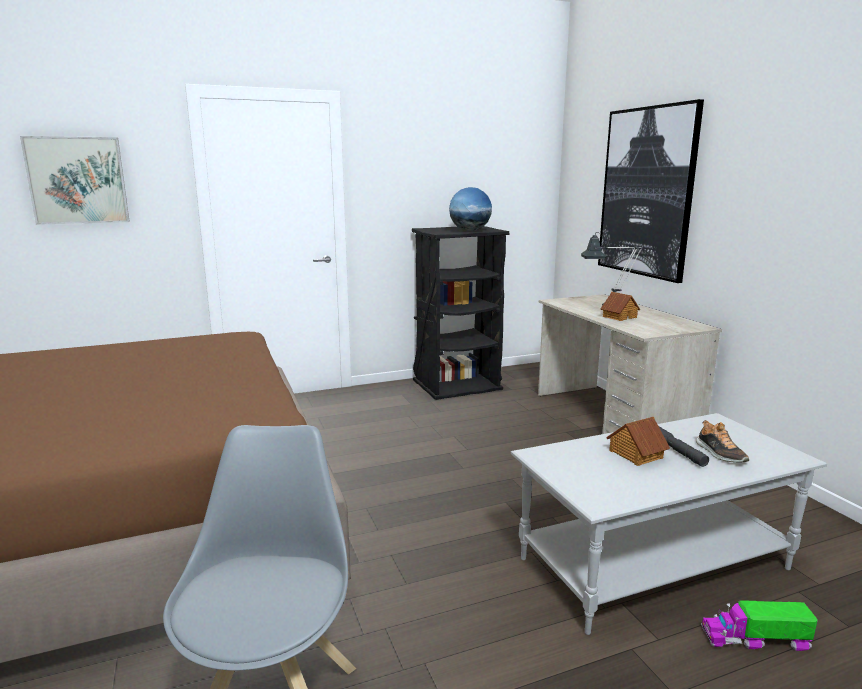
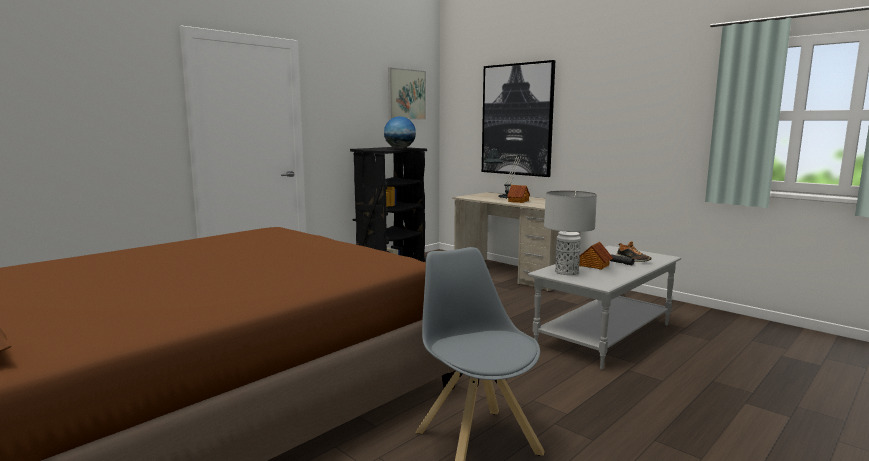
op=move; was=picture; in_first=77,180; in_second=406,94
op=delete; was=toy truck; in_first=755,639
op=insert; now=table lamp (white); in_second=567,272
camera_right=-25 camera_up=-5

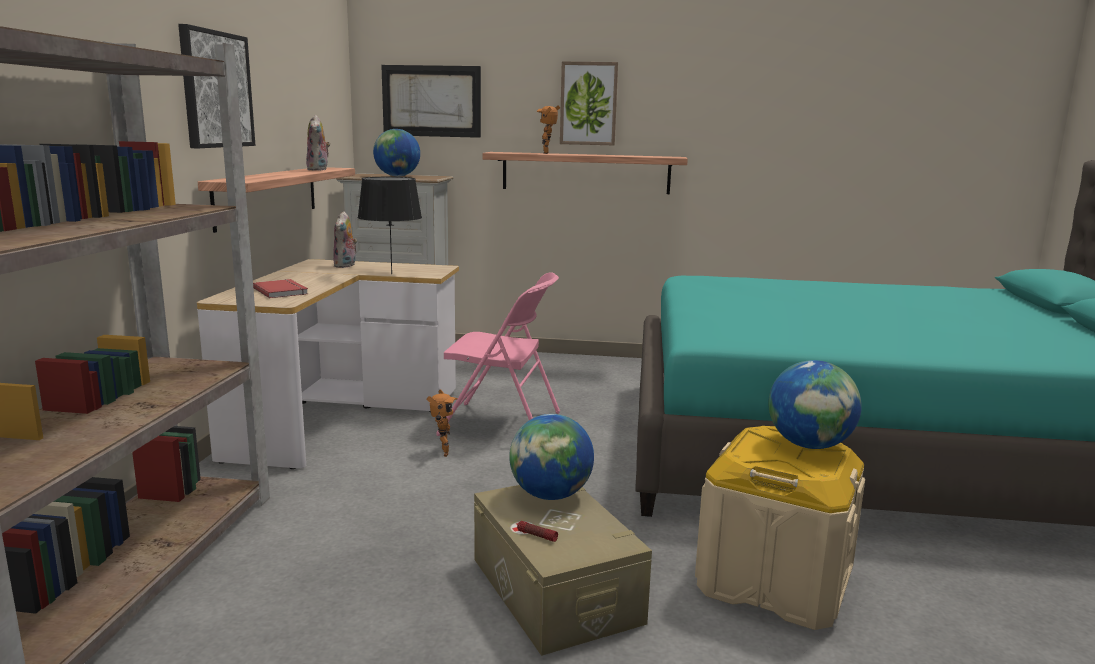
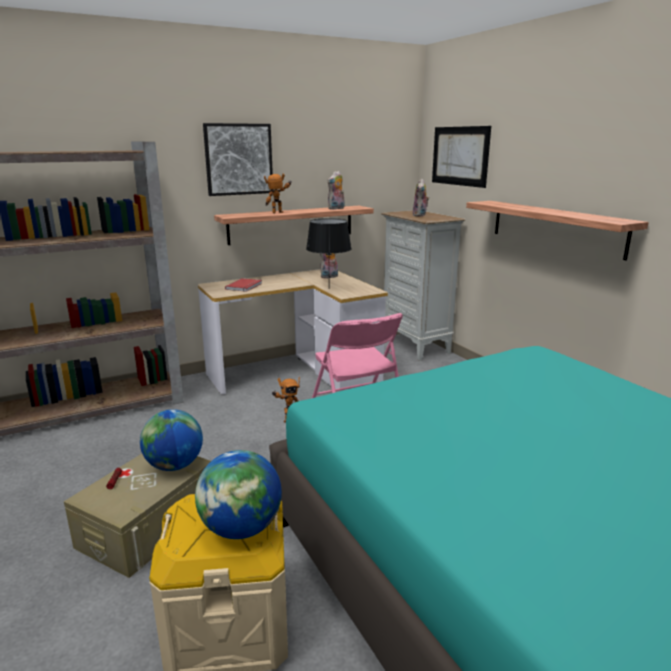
op=replace; was=globe; now=plush toy; in_first=397,176; in_second=420,215
op=move; was=toy robot; in_first=548,153; in_second=279,213
op=delete; was=picture; in_first=588,104
camera_right=55 camera_up=5

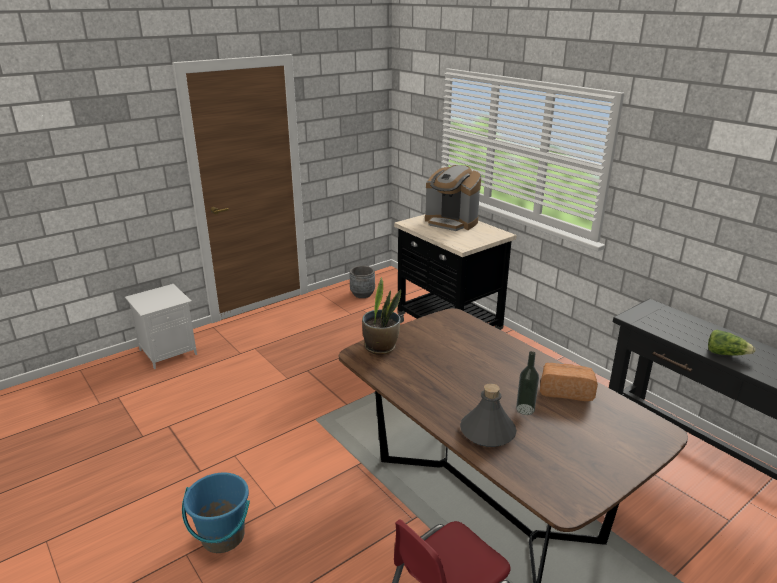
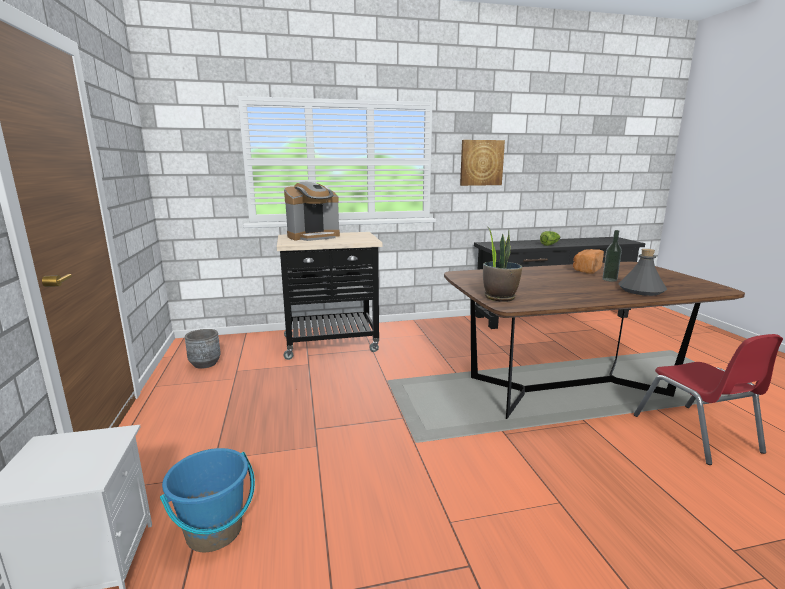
op=move; was=bucket (blue); in_first=223,537; in_second=215,532
op=insert; now=picture; in_second=481,163
camera_right=-65 camera_up=-10

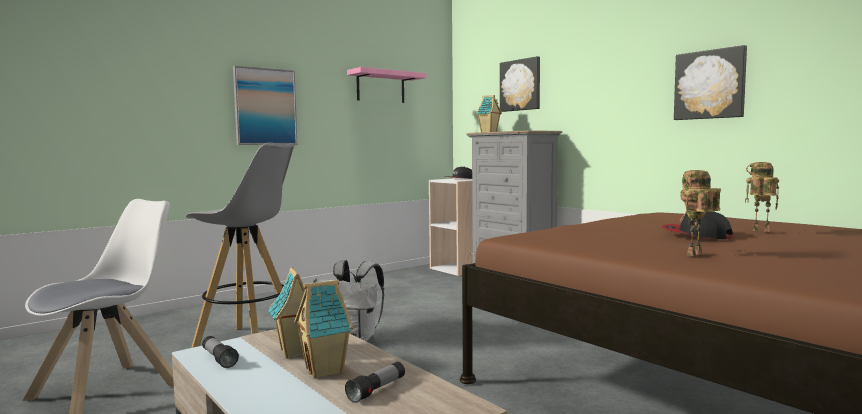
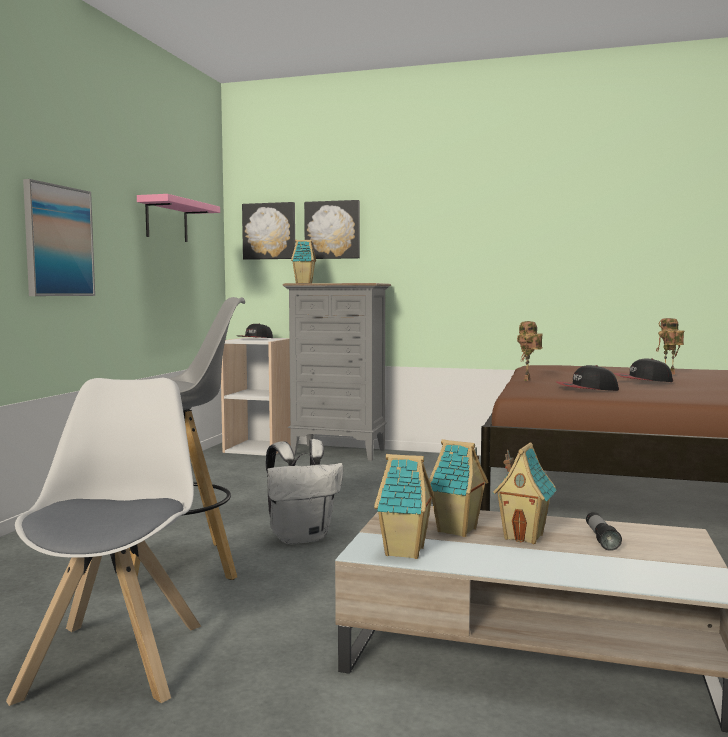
op=replace; was=flashlight; now=toy house; in_first=219,359; in_second=405,552
op=move; was=picture; in_first=710,84; in_second=269,231
op=move; was=toy robot; in_first=695,255; in_second=528,380
op=insert; now=cap; in_second=586,389
camera_right=-35 camera_up=0

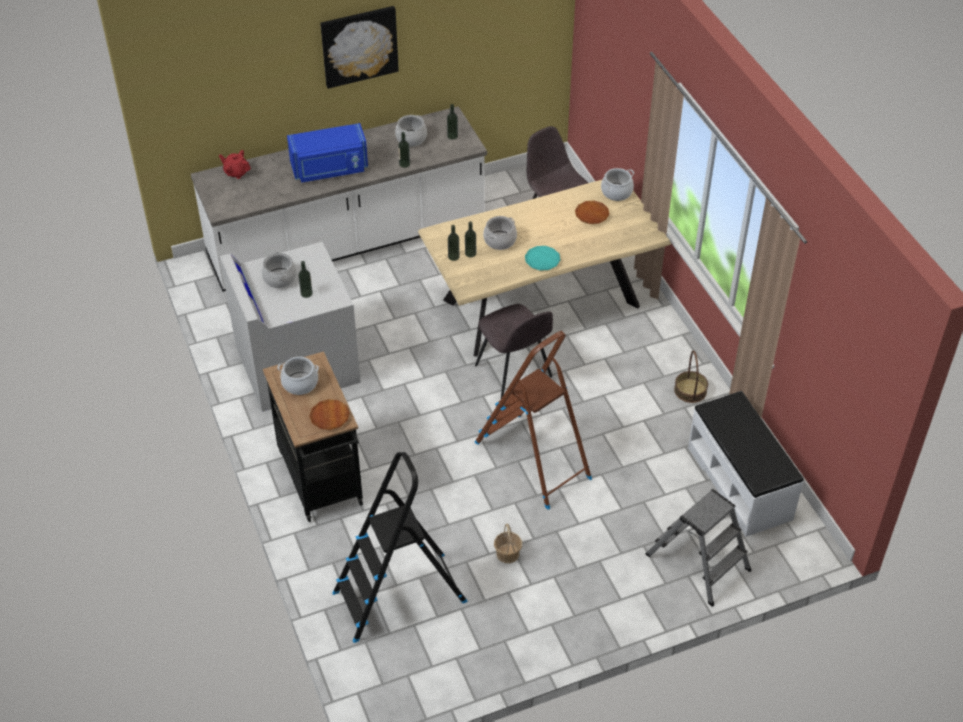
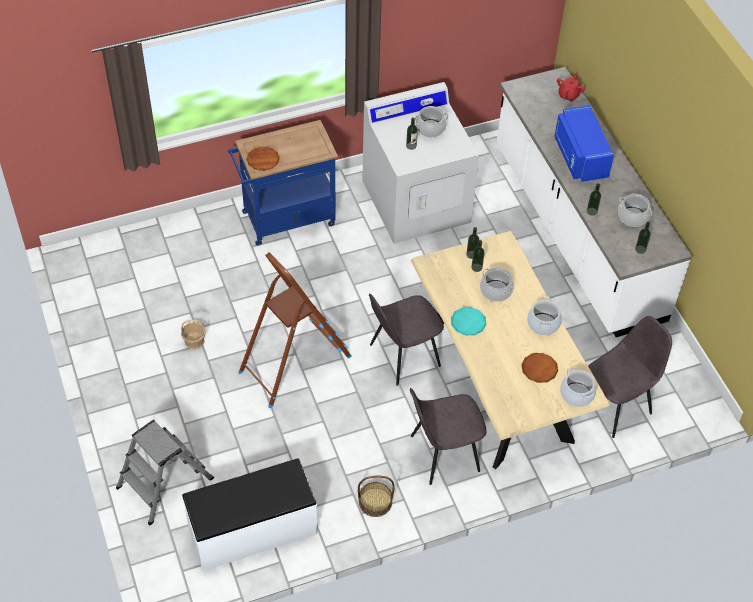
op=recolor; was=cart (black); now=cart (blue); in_first=321,480; in_second=285,219
op=move; was=cooking pot; in_first=300,383; in_second=543,324
op=delete; was=picture; in_first=359,46
op=delete; was=step ladder (black); in_first=398,597
op=insert; now=chair (grey); in_second=442,454
camera_right=90 camera_up=5

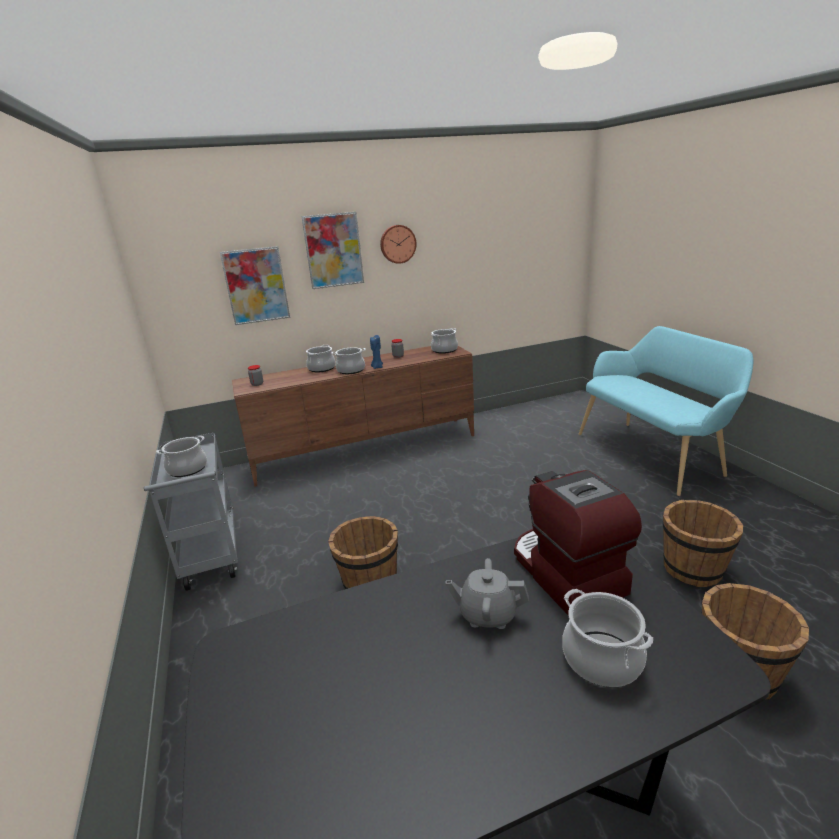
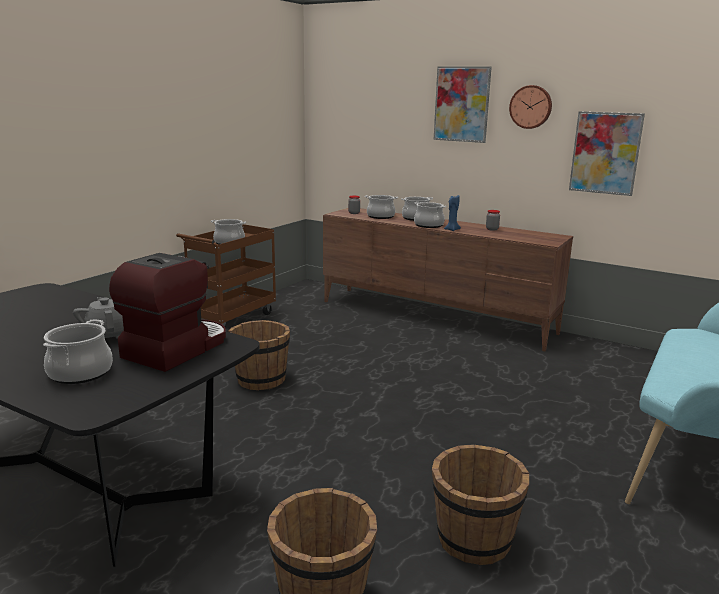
op=recolor; was=cart (grey); now=cart (brown); in_first=211,557; in_second=232,321
op=move; was=picture; in_first=256,285; in_second=605,153
op=move; was=cooking pot; in_first=444,350; in_second=380,216
camera_right=50 camera_up=-5

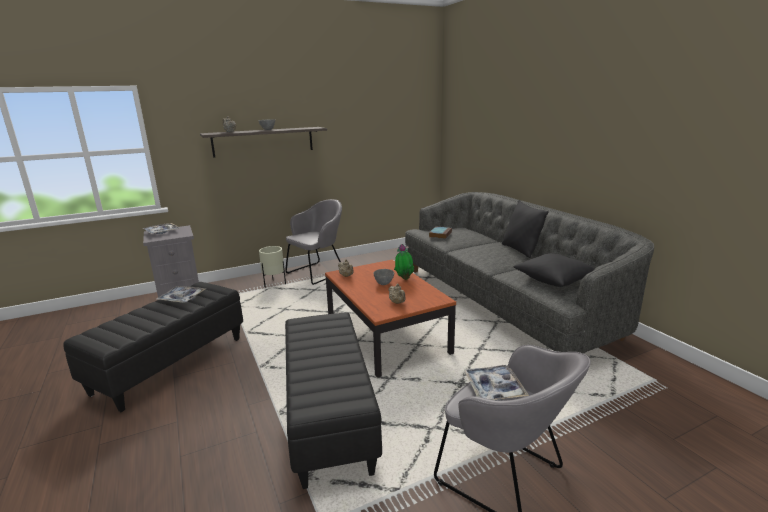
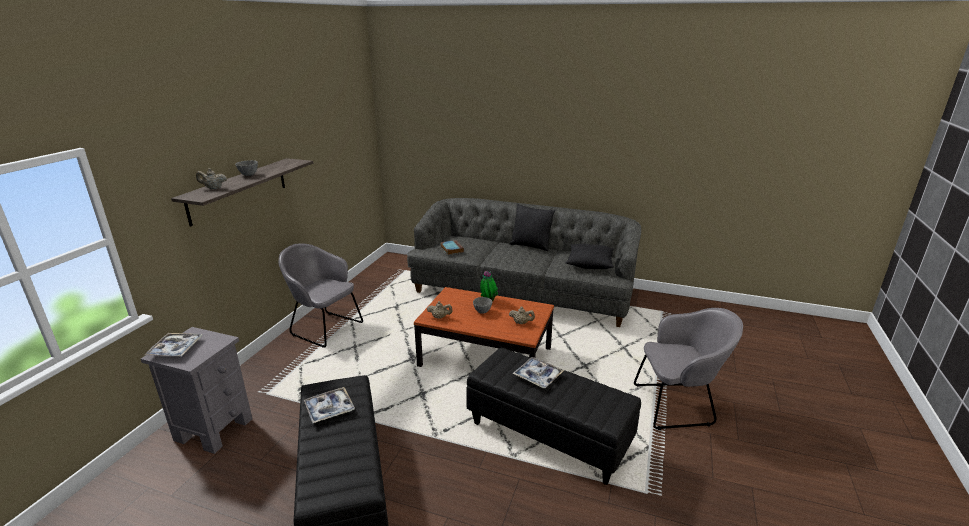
op=delete; was=planter (beige); in_first=274,284
op=rotate; was=armchair (grey); in_first=318,272; in_second=324,328; clockwise=-60
op=move; was=tray; in_first=494,388; in_second=538,376
camera_right=-45 camera_up=5

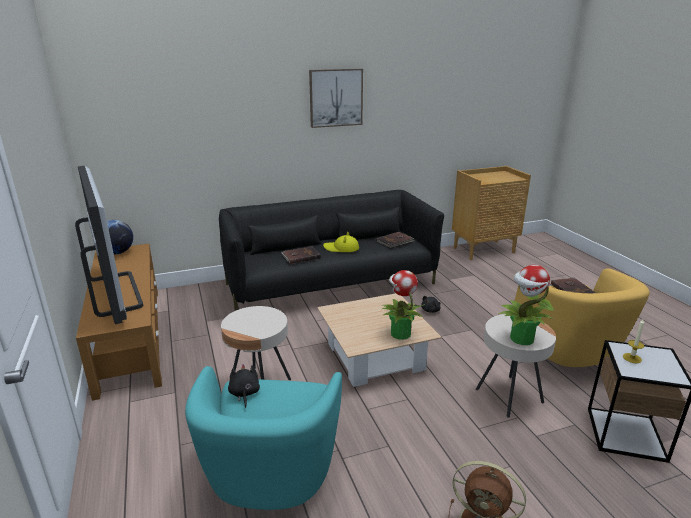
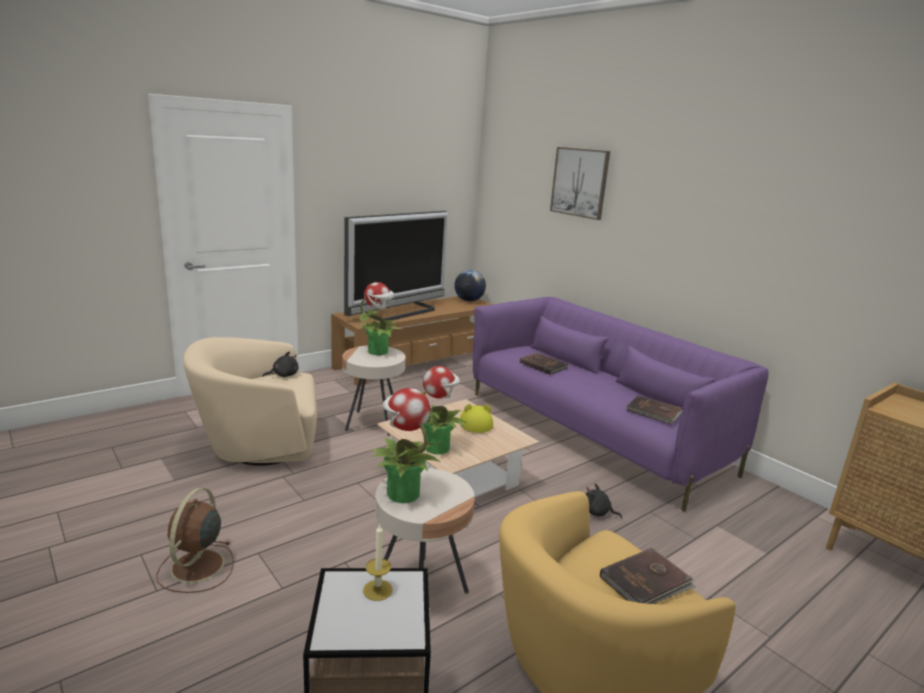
op=recolor; was=armchair (turquoise); now=armchair (beige); in_first=270,475; in_second=259,446
op=recolor; was=sofa (black); now=sofa (purple); in_first=330,285; in_second=592,432
op=move; was=picture; in_first=336,98; in_second=580,182
op=move; was=hat (yellow); in_first=341,248; in_second=475,422
op=insert; now=potted plant; in_second=378,351
camera_right=70 camera_up=-5

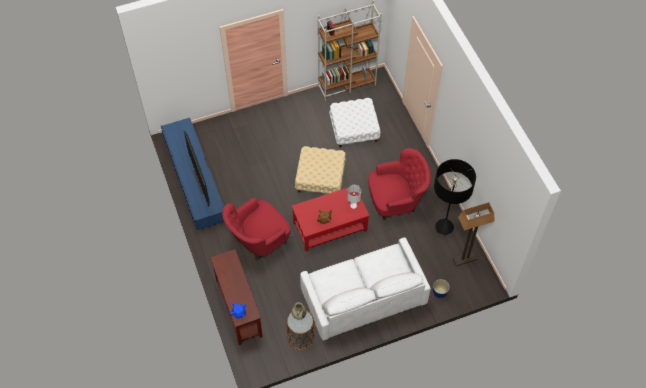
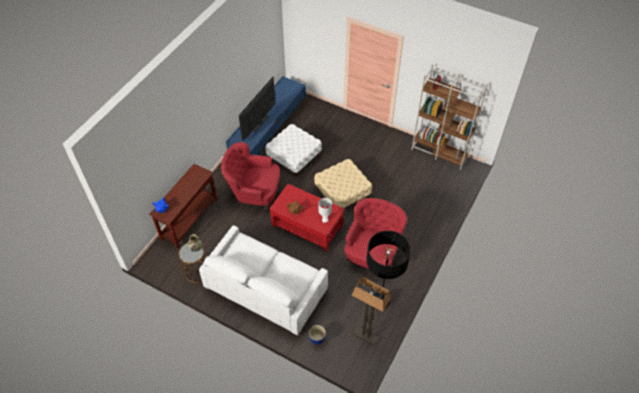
op=move; was=ottoman (white); in_first=354,129; in_second=294,156
op=rotate; was=armchair (red); in_first=396,200; in_second=372,252; clockwise=-105
camera_right=50 camera_up=-5

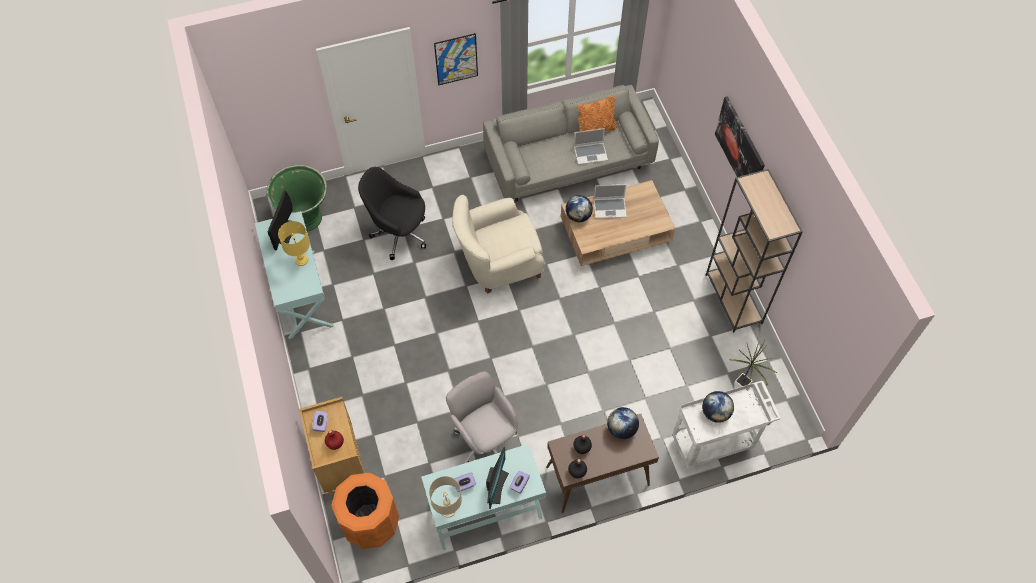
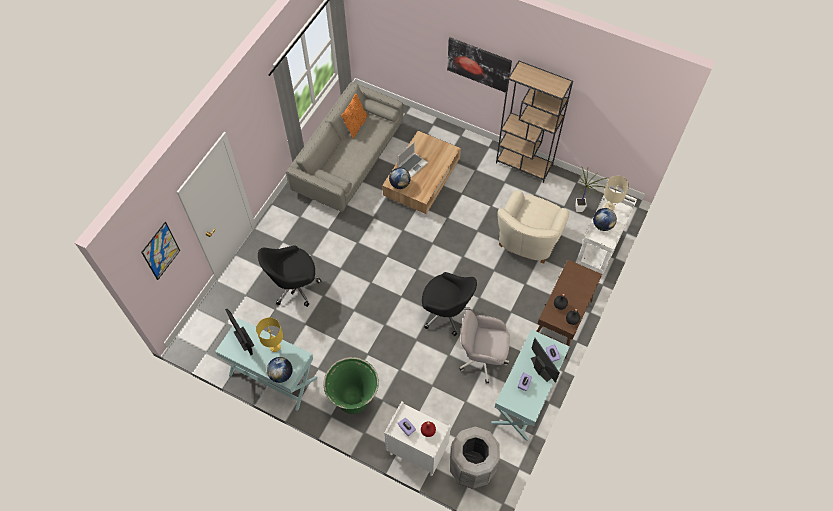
op=move; was=planter (green); in_first=306,218; in_second=354,399
op=recolor; was=cabinet (brown); now=cabinet (white); in_first=341,465; in_second=417,451
op=recolor; was=trash can (orange); now=trash can (grey); in_first=370,523; in_second=472,467
op=move; was=table lamp (beige); in_first=448,510; in_second=609,207
op=move; was=picture; in_first=456,59; in_second=161,251
op=move; was=armchair (beige); in_first=498,263; in_second=528,241
op=delete; was=laptop; in_first=590,153
op=move; was=globe; in_first=621,429; in_second=281,374
op=insert; now=office chair (black); in_second=446,313
camera_right=-45 camera_up=0

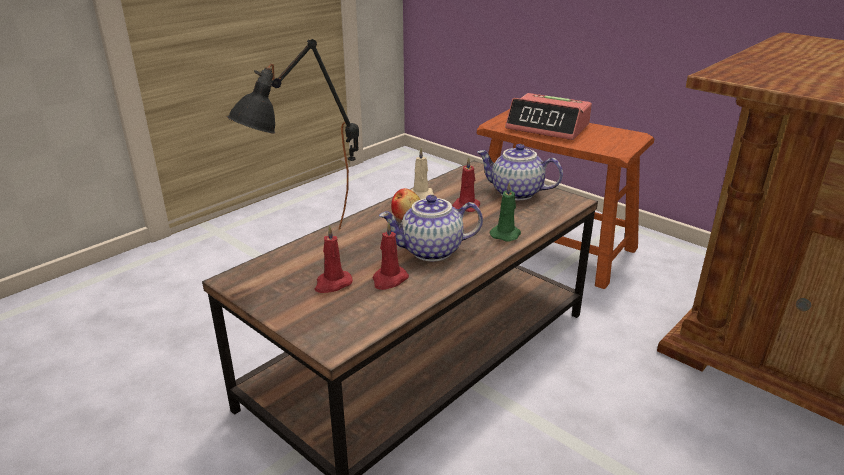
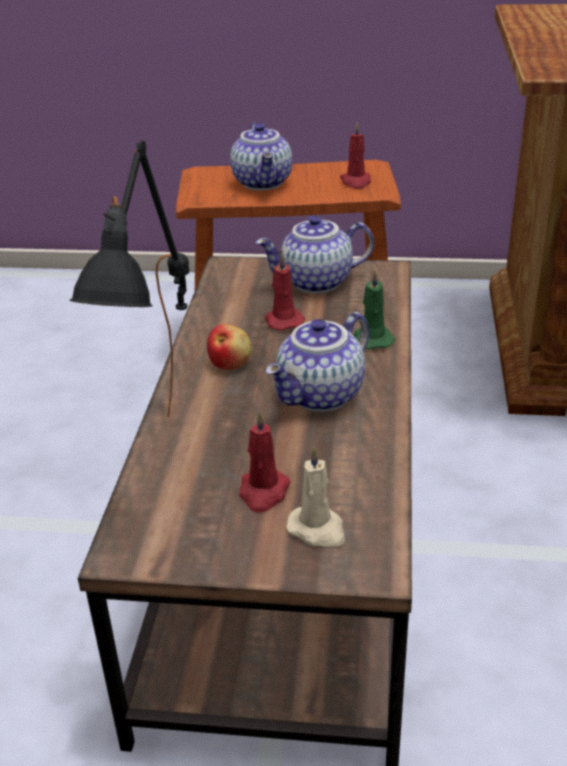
op=move; was=candle (red); in_first=389,280; in_second=356,182
op=move; was=candle (beige); in_first=421,196; in_second=318,530
op=replace; was=alarm clock; now=teapot; in_first=548,127; in_second=264,183
camera_right=-35 camera_up=5

